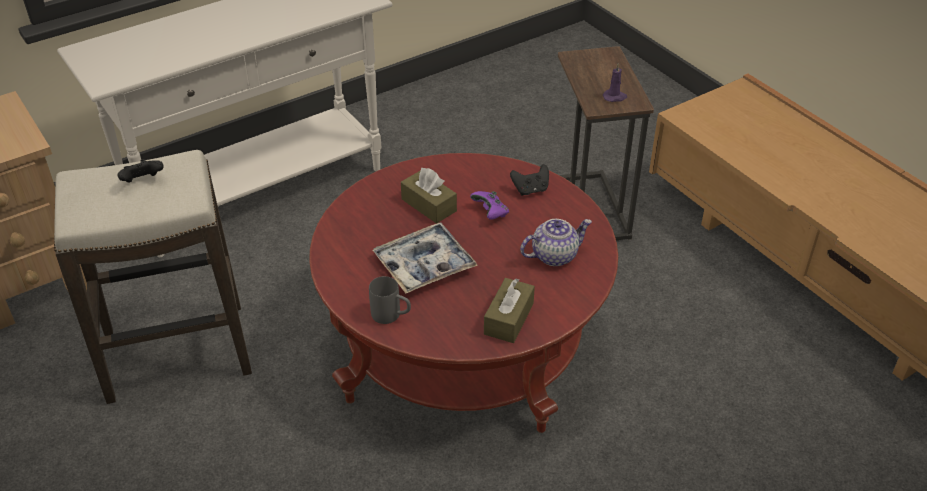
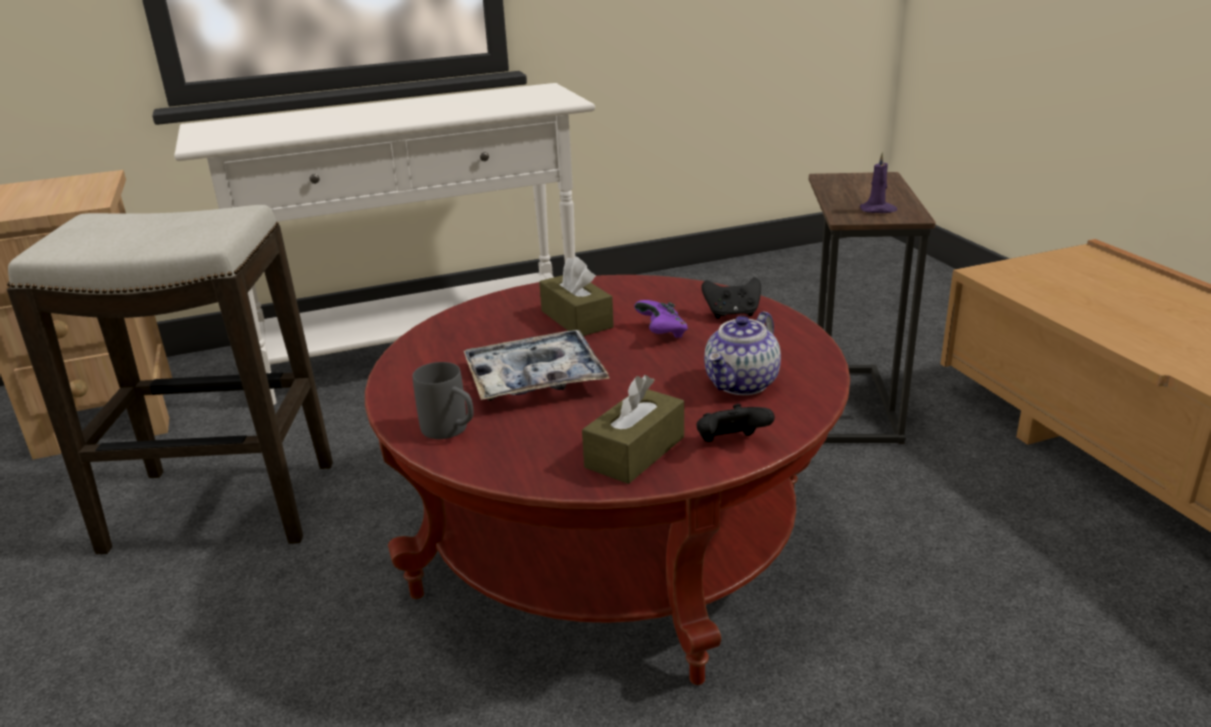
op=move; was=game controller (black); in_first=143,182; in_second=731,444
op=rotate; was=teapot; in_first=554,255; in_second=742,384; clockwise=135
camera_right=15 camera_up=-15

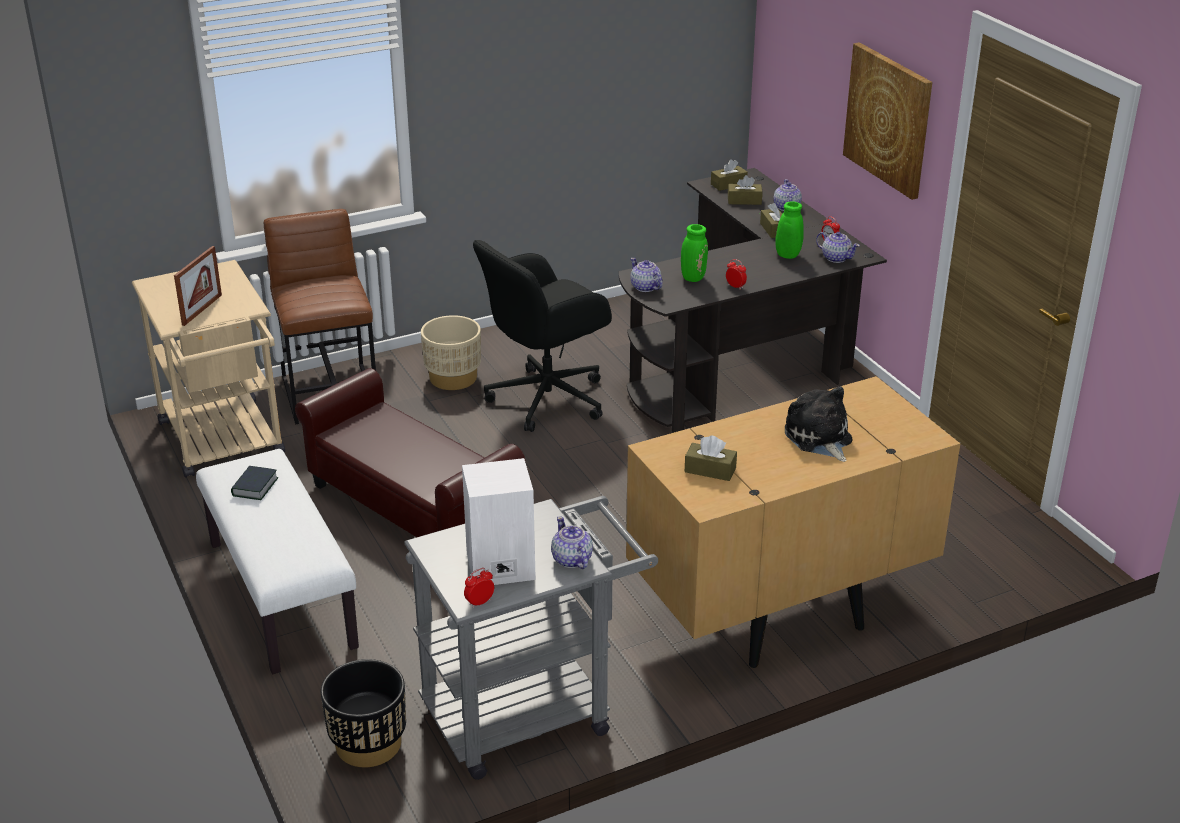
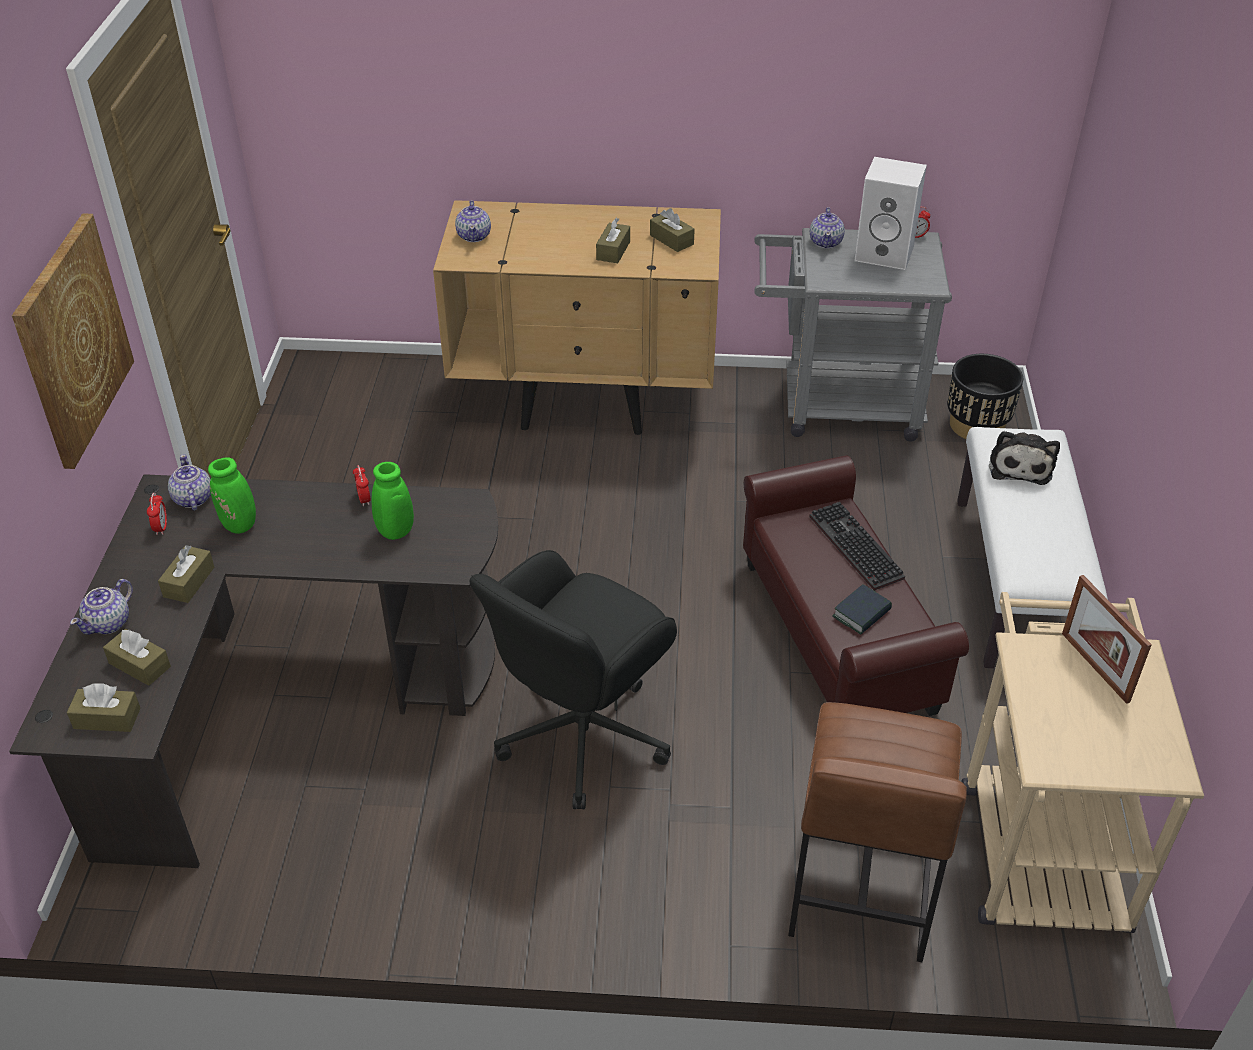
op=rotate; was=picture frame; in_first=202,310; in_second=1095,667; clockwise=-75
op=move; was=book; in_first=255,487; in_second=861,614
op=delete; was=planter (beige); in_first=453,378
op=rotate; was=office chair (black); in_first=546,400; in_second=581,739; clockwise=135
op=move; was=teapot; in_first=645,287; in_second=474,236
op=move; was=plush toy; in_first=819,438; in_second=1020,465
op=insert; now=tissue box (brown); in_second=613,251
op=insert; now=keyboard; in_second=852,547
camera_right=-150 camera_up=10

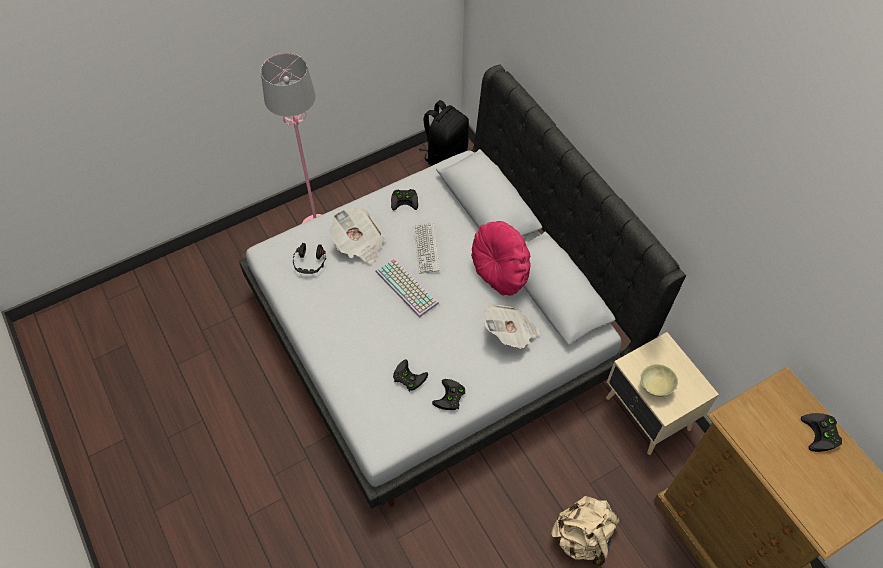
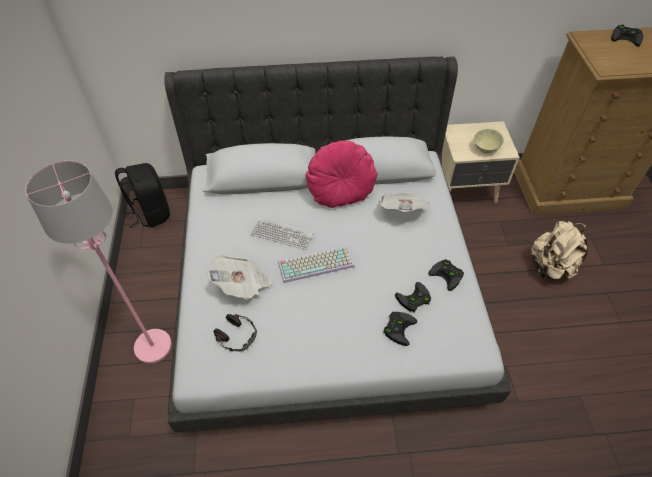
op=move; was=game controller (black); in_first=405,200; in_second=398,327
camera_right=-65 camera_up=-5

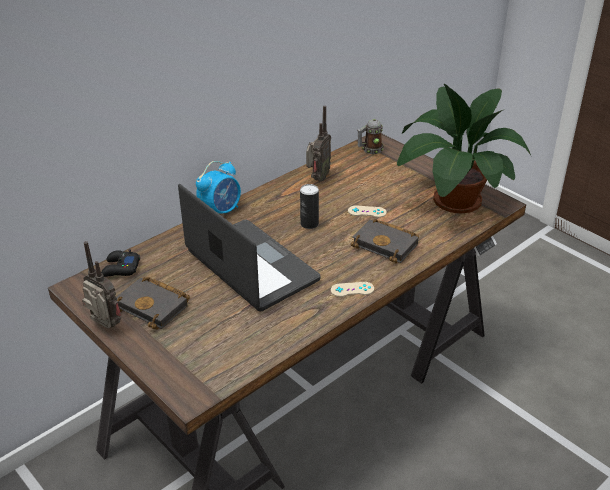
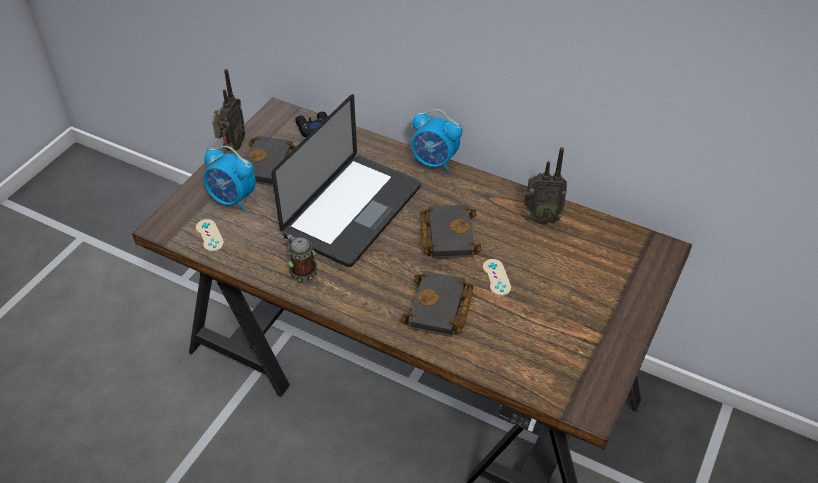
op=replace; was=can; now=book (black); in_first=309,224; in_second=447,234
op=move; was=game controller (beige); in_first=352,289; in_second=209,235
op=move; was=mug; in_first=370,150; in_second=301,269
op=delete; was=potted plant; in_first=452,200
op=insert; now=alarm clock; in_second=232,199
camera_right=70 camera_up=10

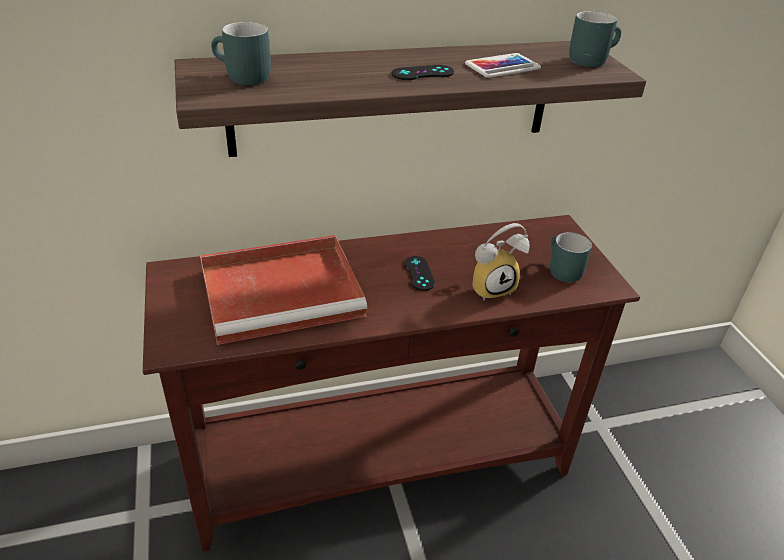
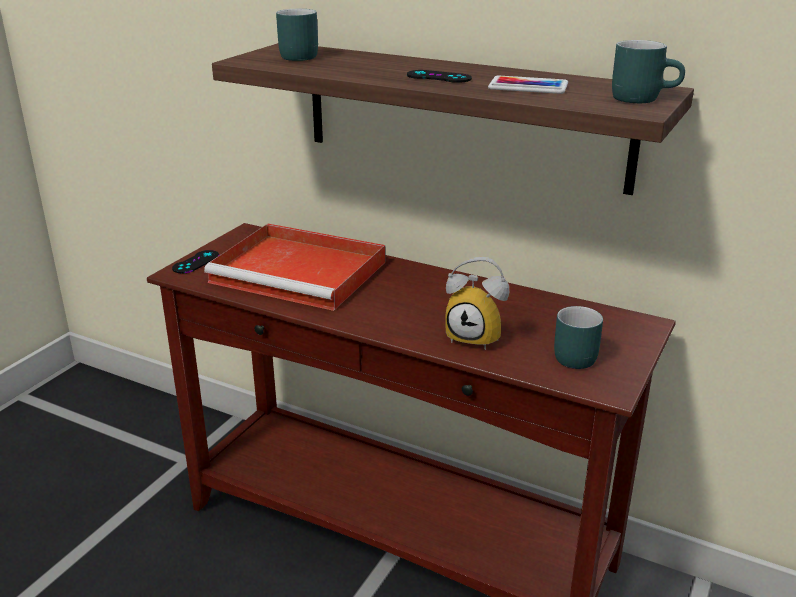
op=move; was=game controller (black); in_first=419,273; in_second=196,262
camera_right=45 camera_up=-10

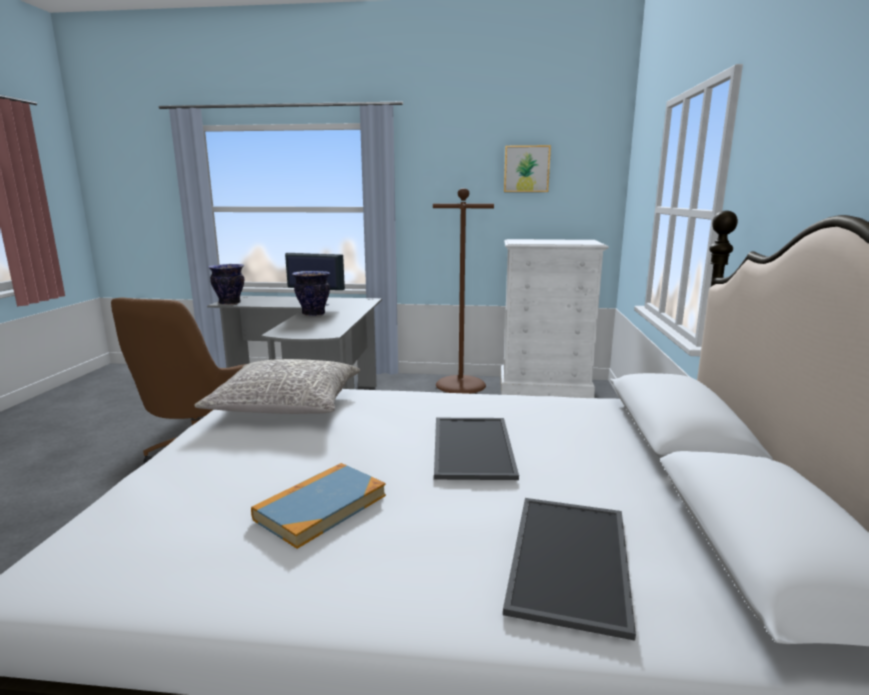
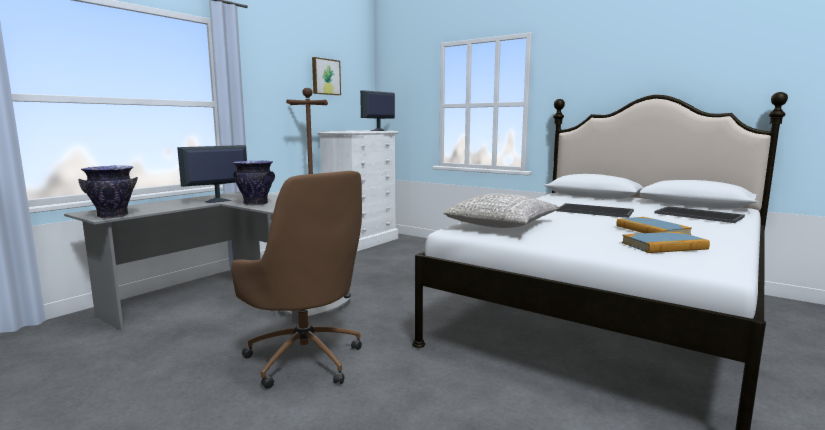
op=insert; now=monitor; in_second=378,130
op=insert; now=book; in_second=664,246
camera_right=-60 camera_up=-5

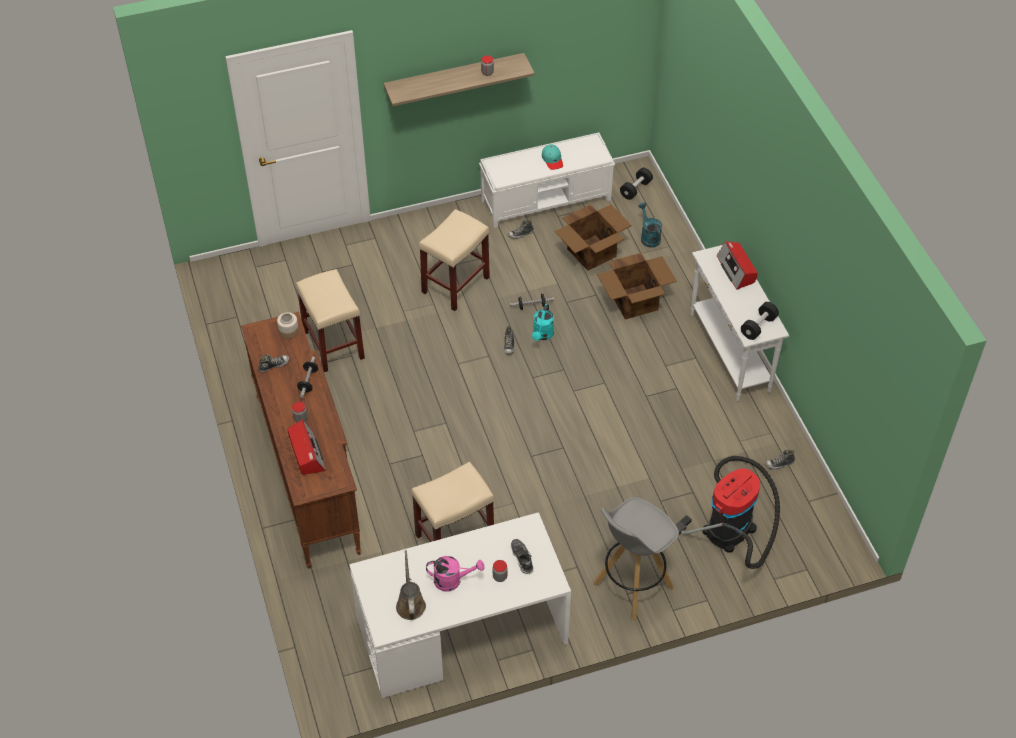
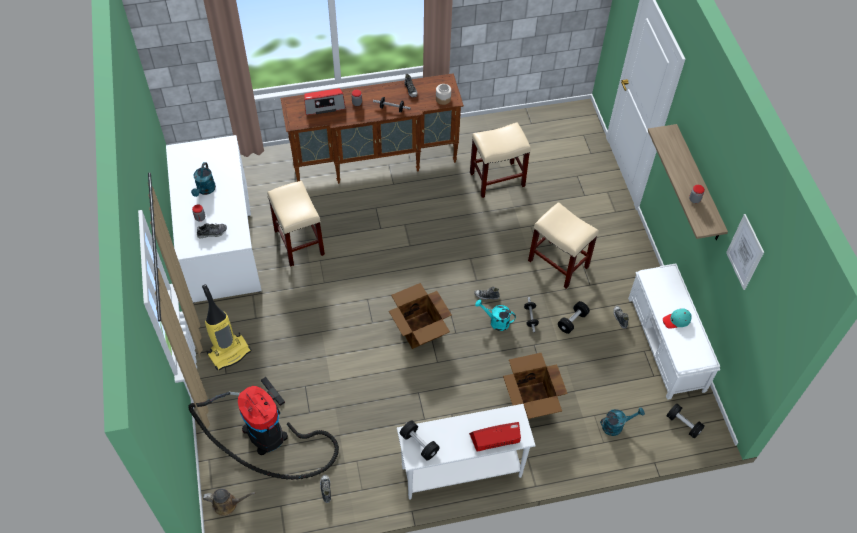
op=move; was=watering can (brown); in_first=410,603; in_second=227,504
op=recolor; was=watering can (pink); now=watering can (turquoise); in_first=452,580; in_second=205,190
op=move; was=cardboard box; in_first=592,252; in_second=419,330
op=replace; was=stool (grey); now=vacuum cleaner; in_first=631,586; in_second=229,352
op=insert; now=dumbbell (black); in_second=572,321
op=insert; now=picture; in_second=745,252
camera_right=95 camera_up=5

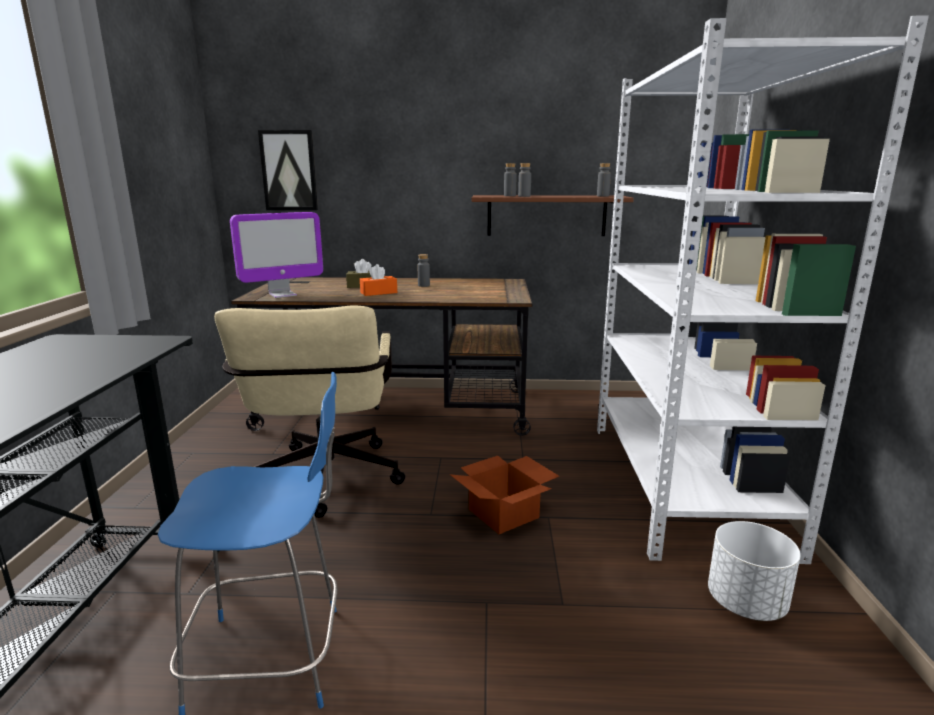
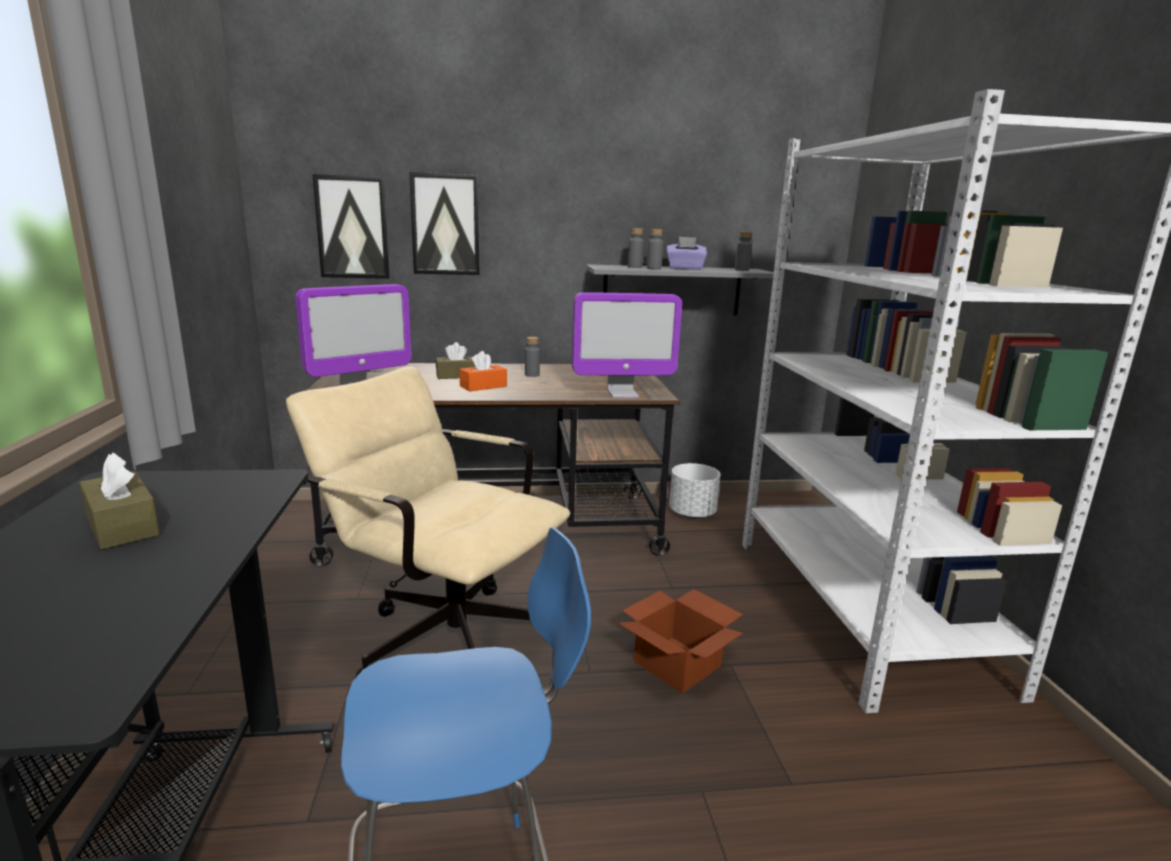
op=rotate; was=office chair (beige); in_first=326,483; in_second=442,638; clockwise=135
op=recolor; was=shelf (brown); now=shelf (grey); in_first=546,215; in_second=672,290
op=move; was=planter (white); in_first=746,602; in_second=692,513
op=insert; now=tissue box (brown); in_second=122,526
op=insert; now=picture; in_second=445,224
op=insert; now=monitor; in_second=622,394
op=insert; now=tissue box (purple); in_second=685,268
camera_right=-10 camera_up=0

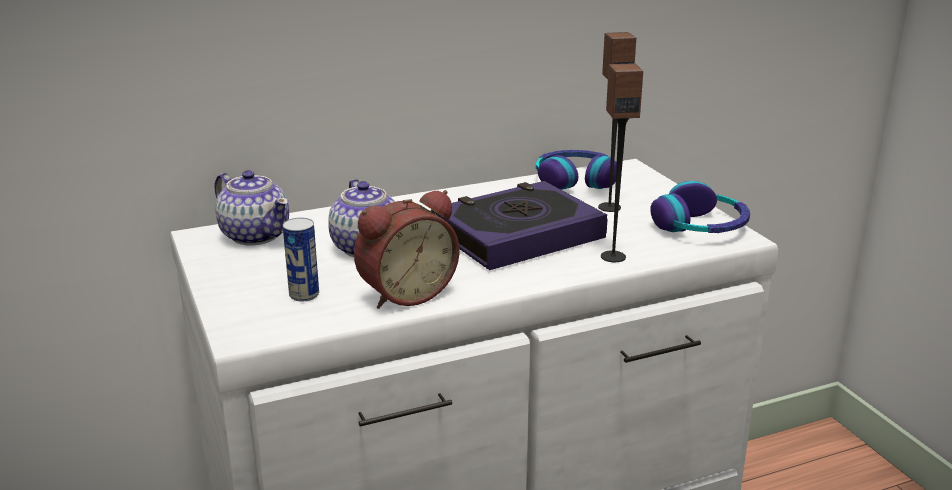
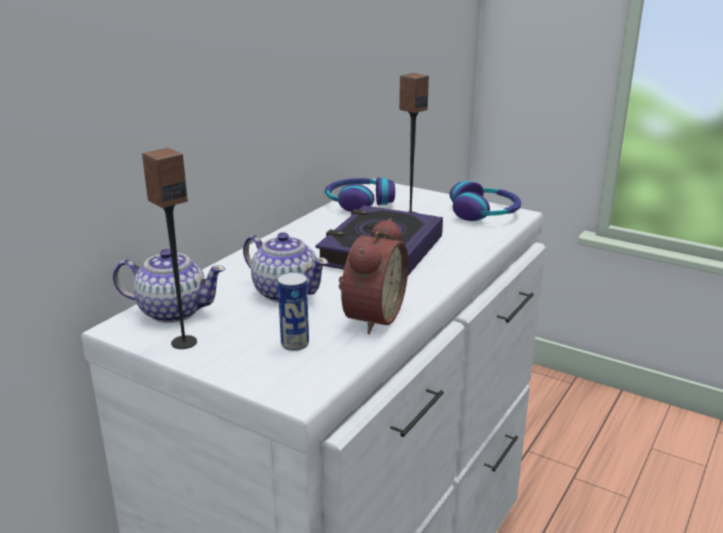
op=move; was=speaker; in_first=613,256; in_second=184,342
camera_right=-35 camera_up=0

